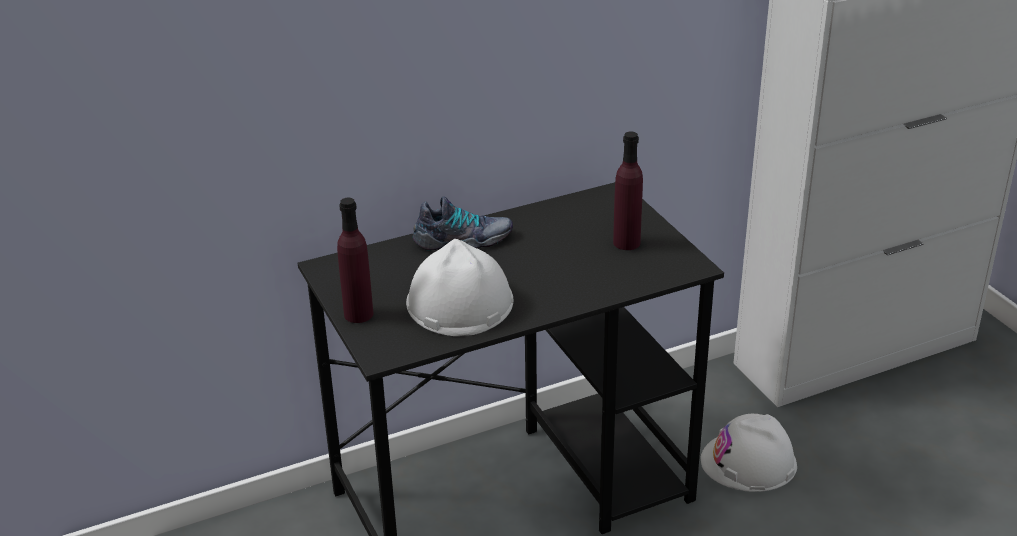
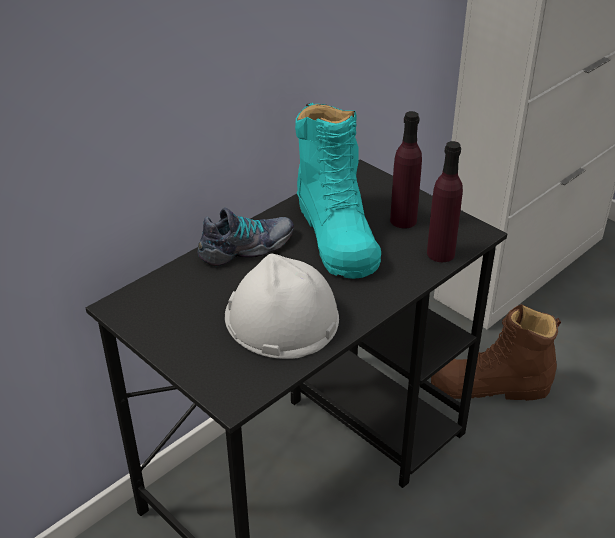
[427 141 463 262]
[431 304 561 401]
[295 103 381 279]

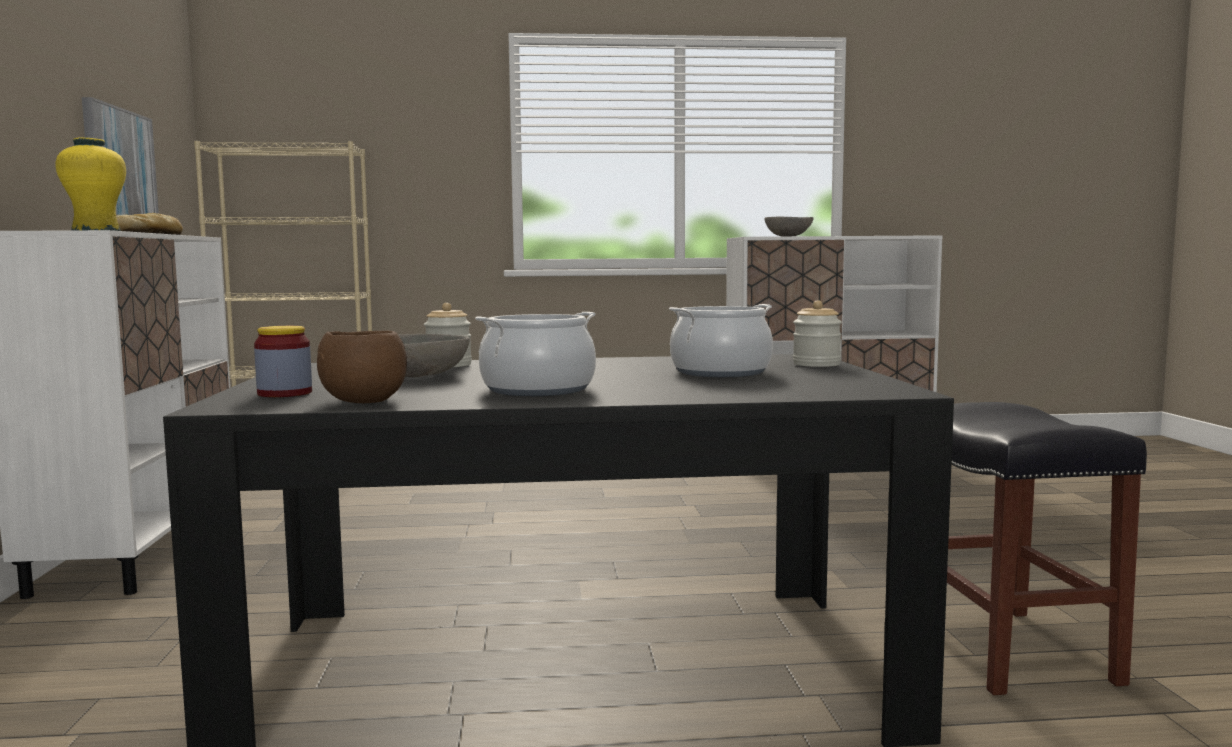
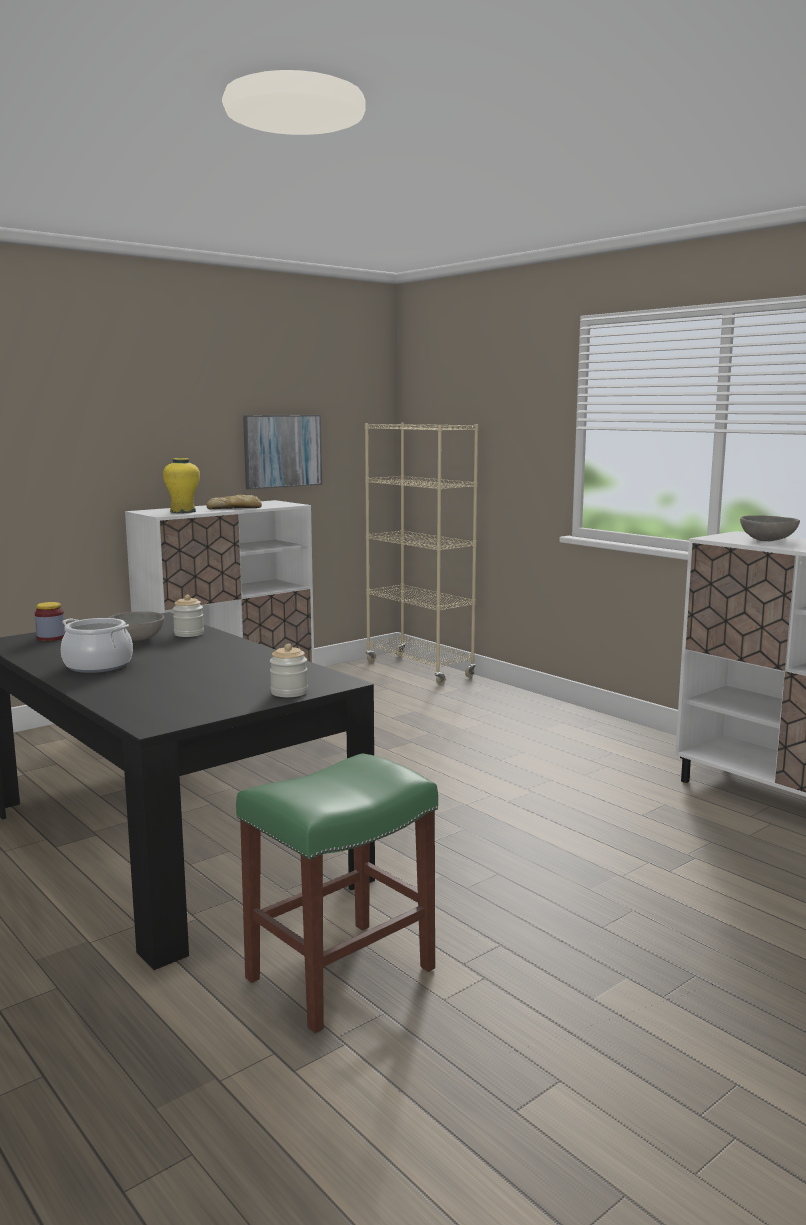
[317 331 407 403] (first image)
[669 304 773 377] (first image)
[236 753 438 1033]

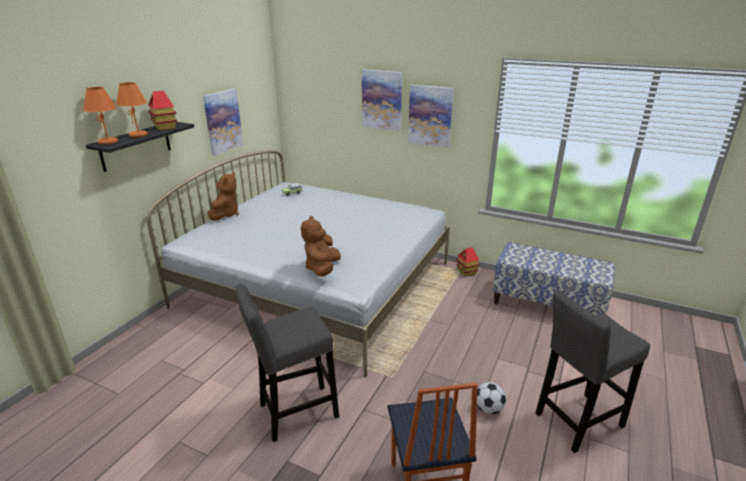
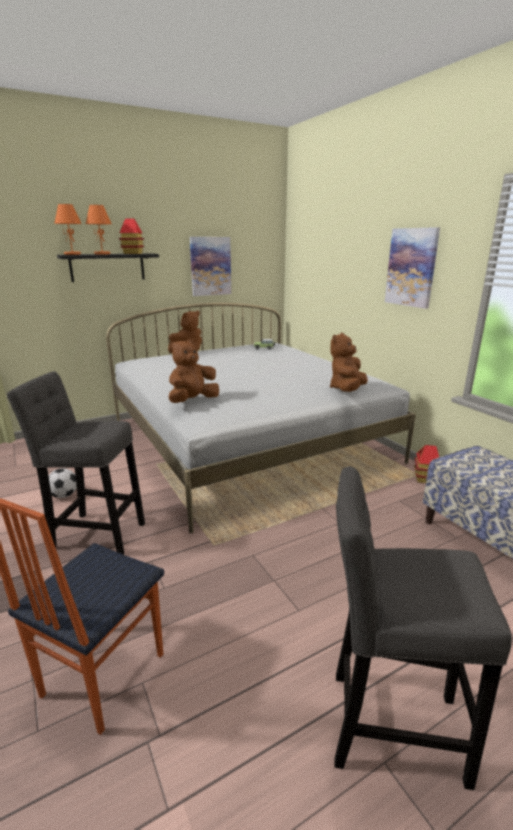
[362 70 402 131] (first image)
[49 468 77 498]
[330 333 368 392]

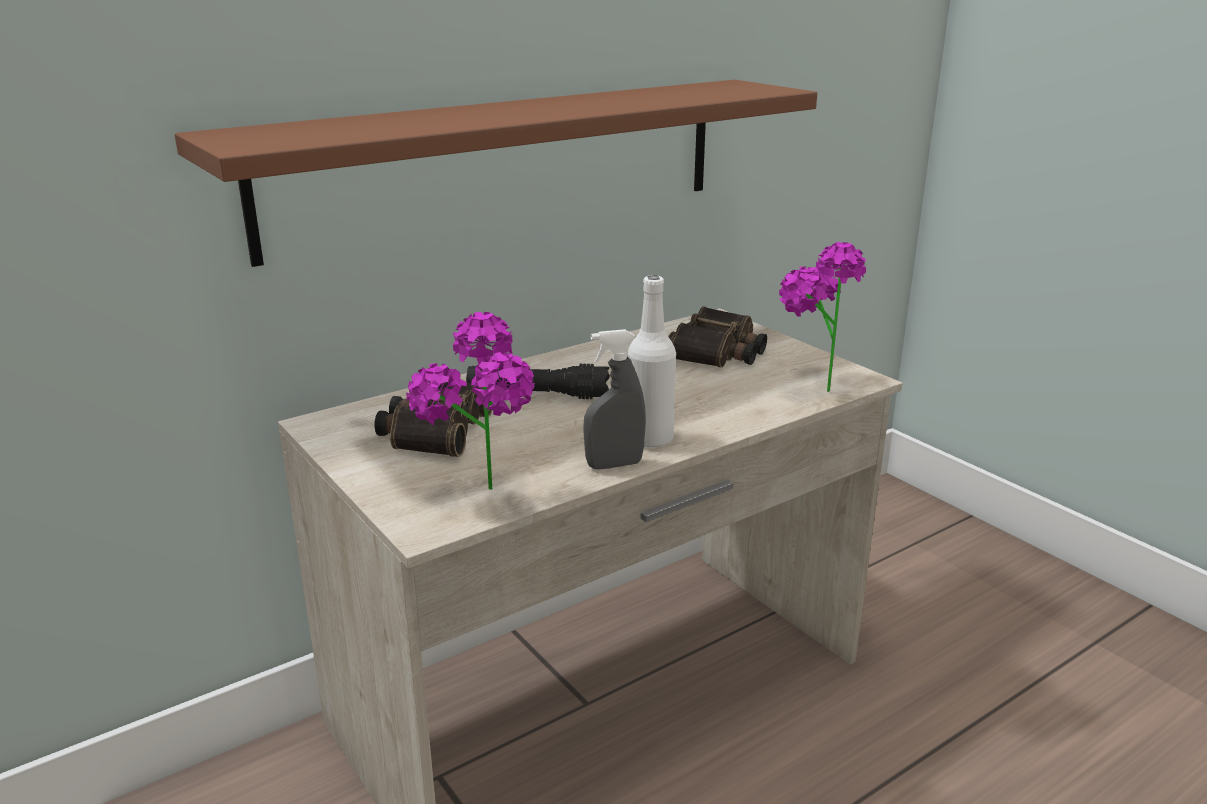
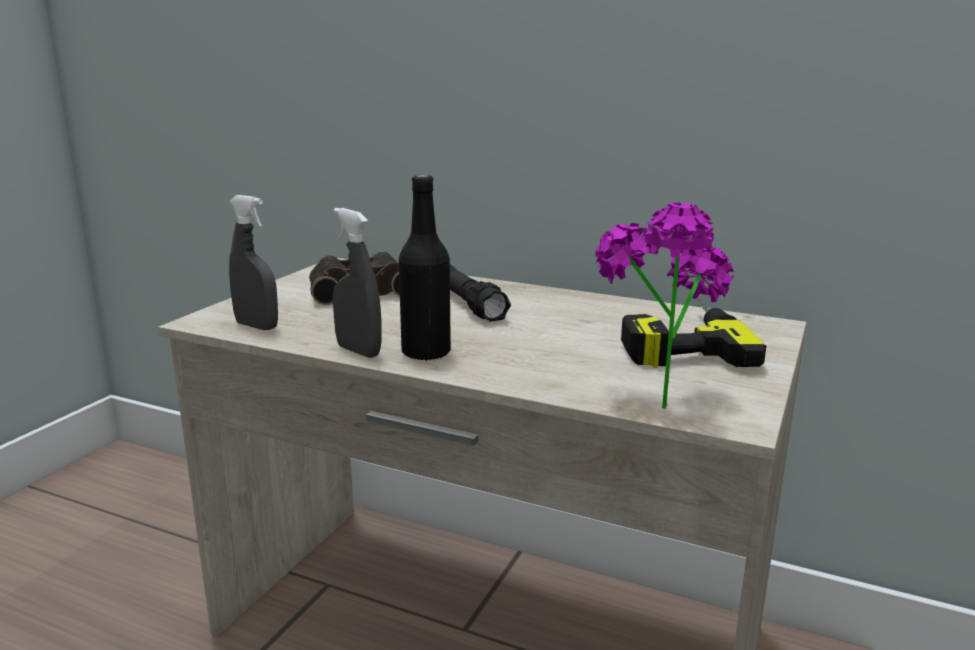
[175 80 817 267] (first image)
[229 195 278 330]
[399 175 451 361]
[621 298 766 368]

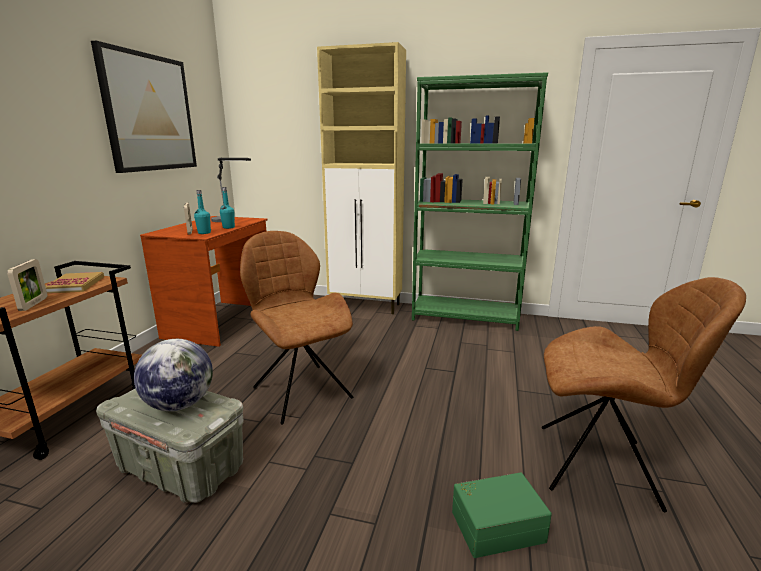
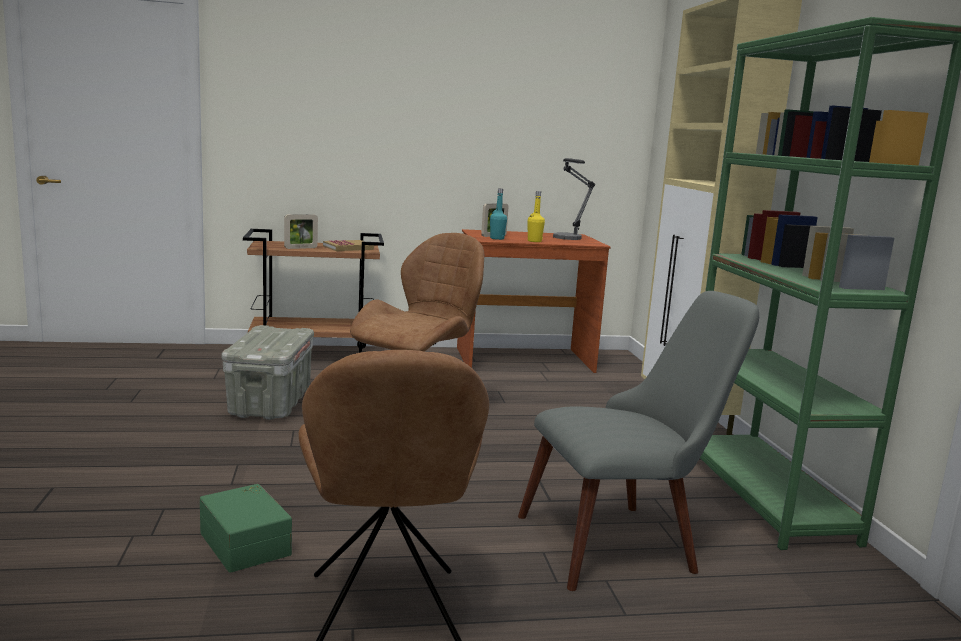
[91 41 197 173] (first image)
[134 339 213 411] (first image)
[528 191 545 242]
[518 291 759 591]

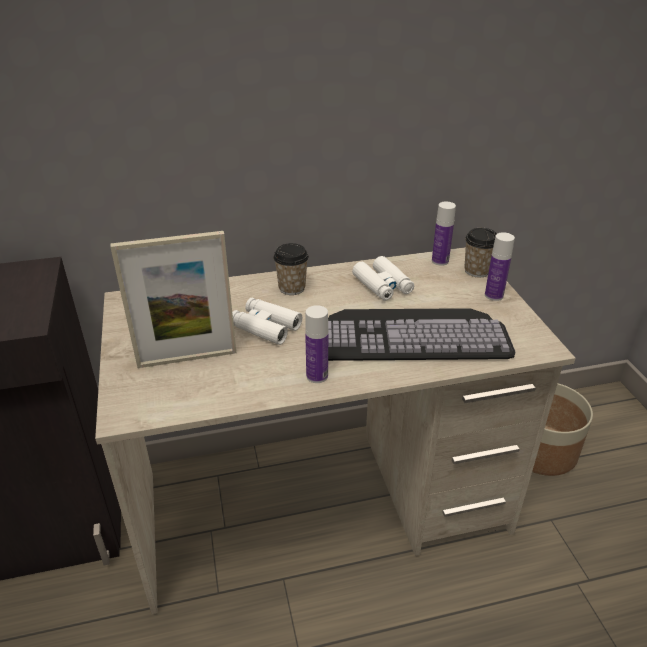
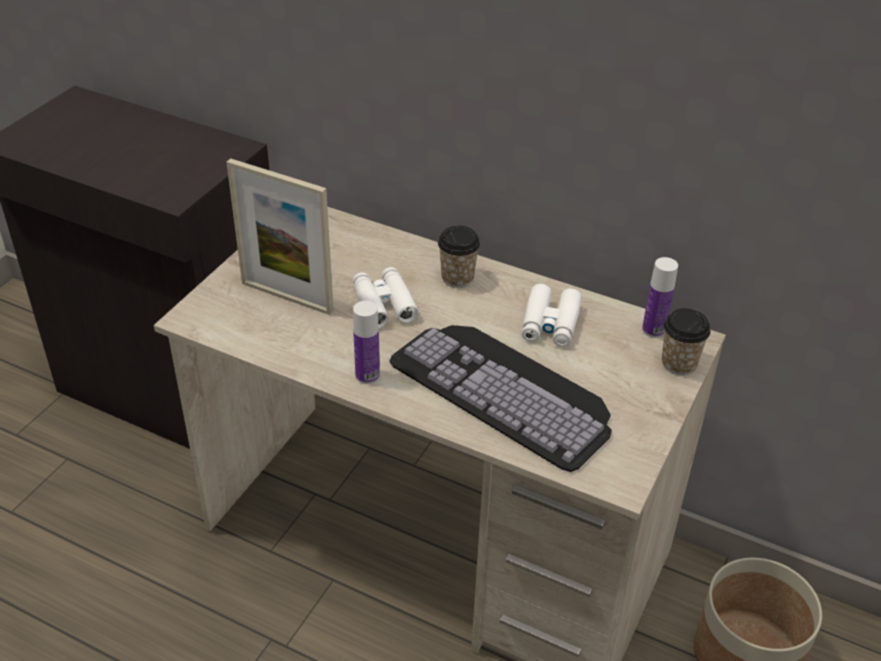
[485 232 515 301] (first image)

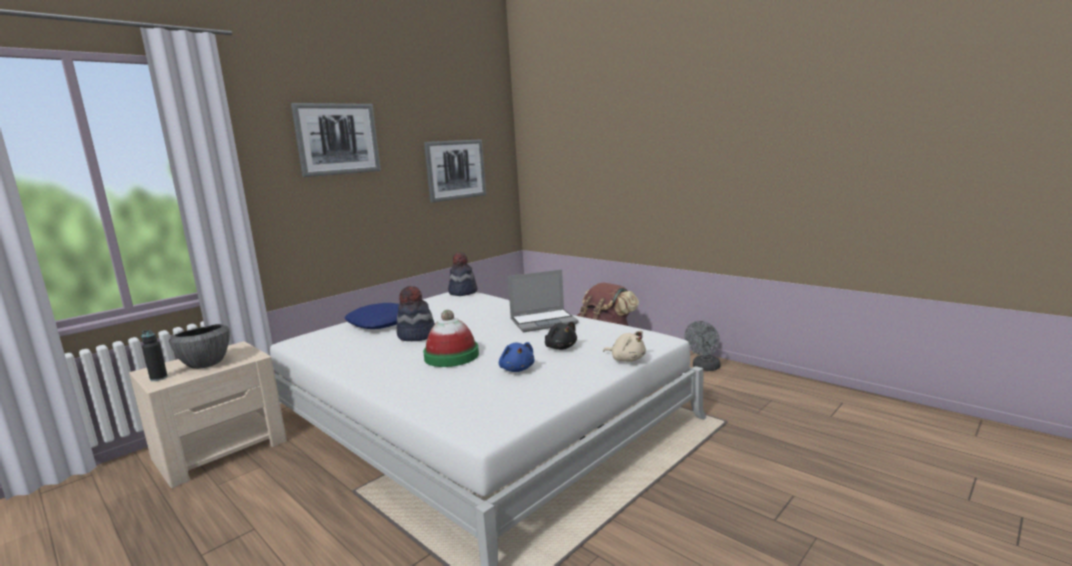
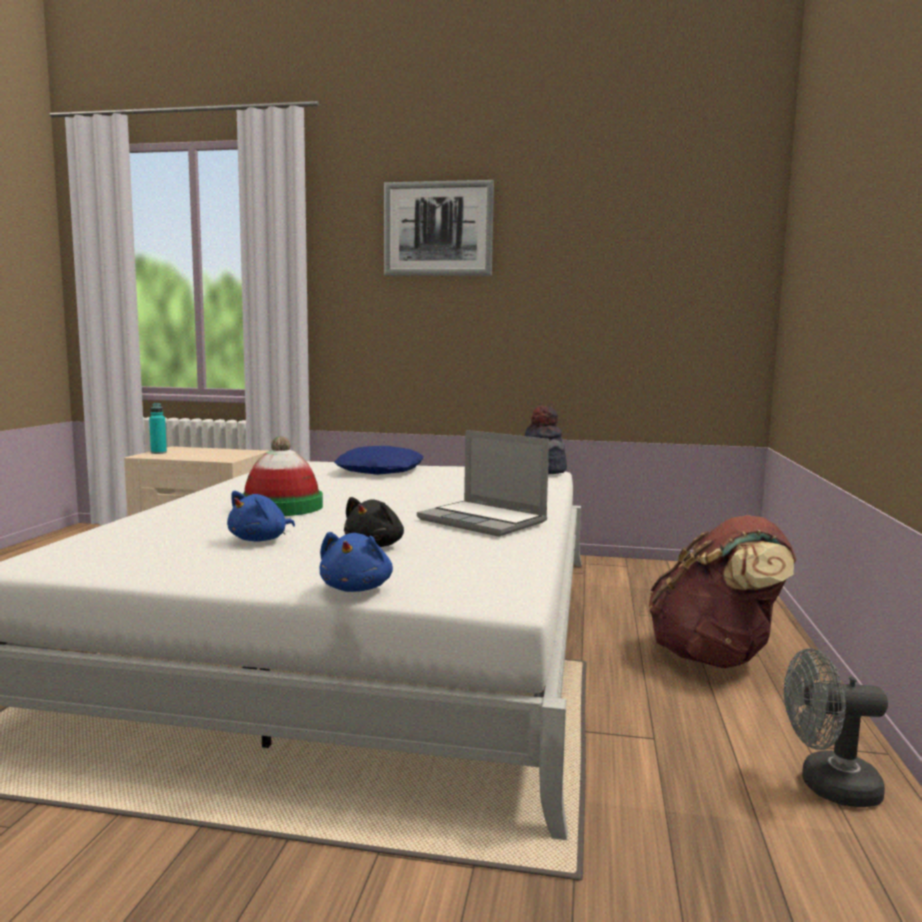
[149 403 167 454]
[169 324 230 369] (first image)
[396 286 435 341] (first image)
[424 139 486 203] (first image)
[320 532 393 592]

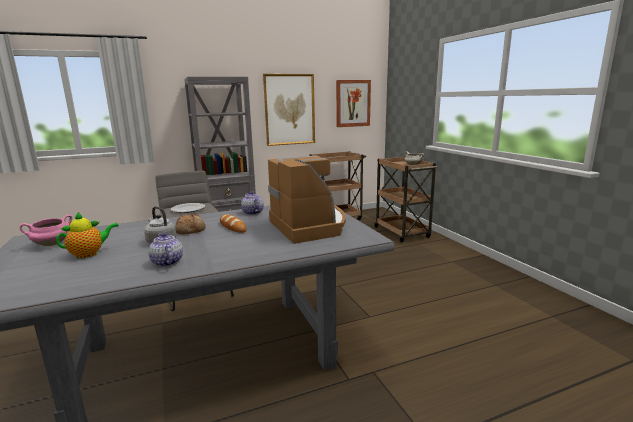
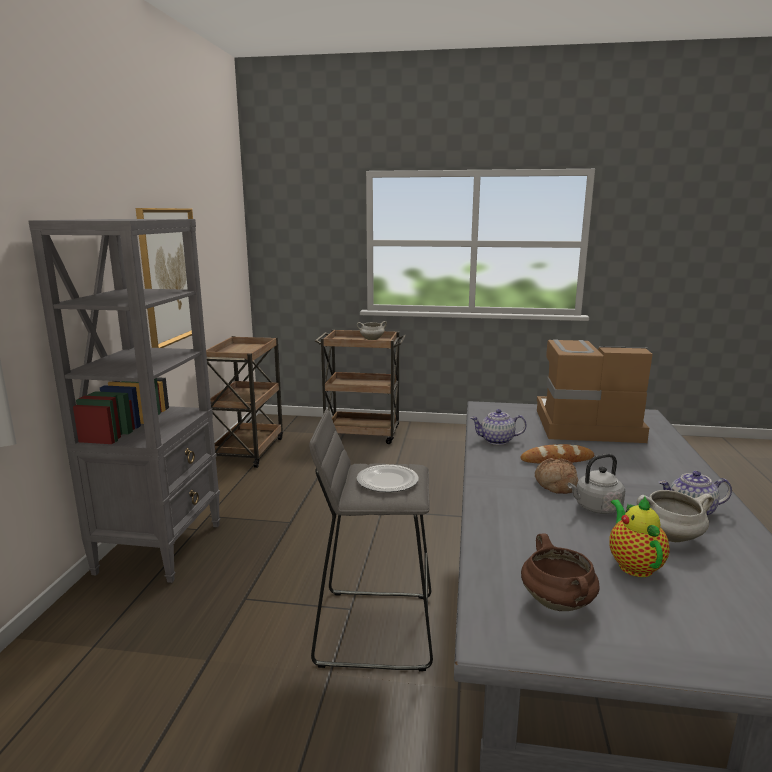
[521 533 599 611]
[336 80 371 127] (first image)
[637 490 714 542]

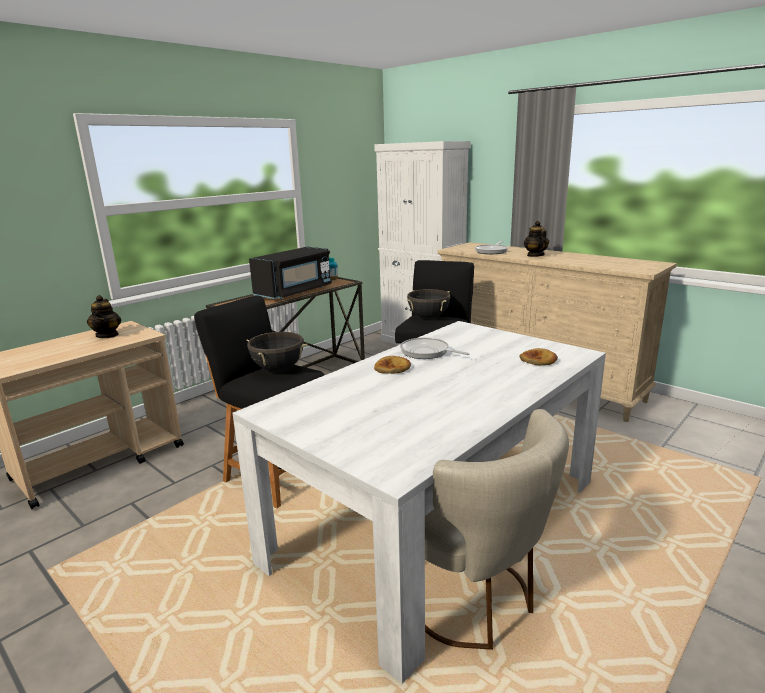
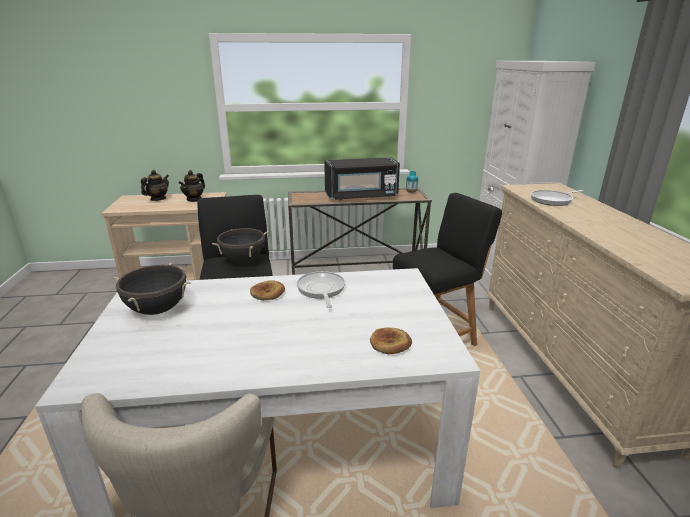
[114 263 191 315]
[141 170 169 201]

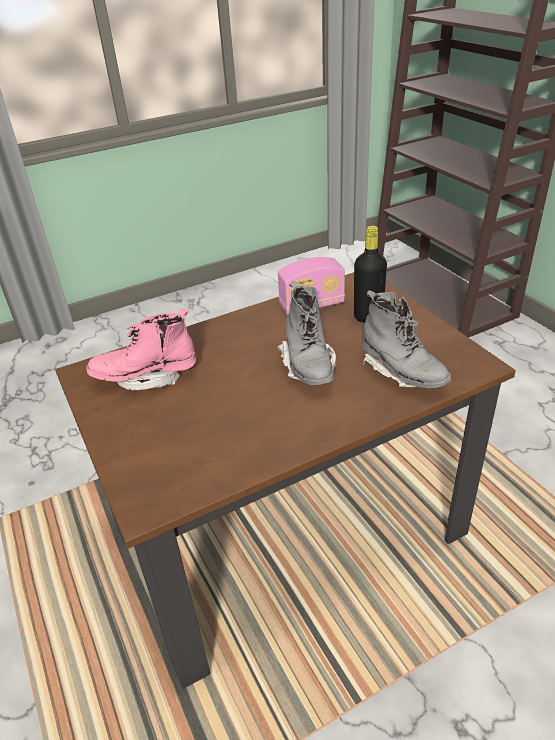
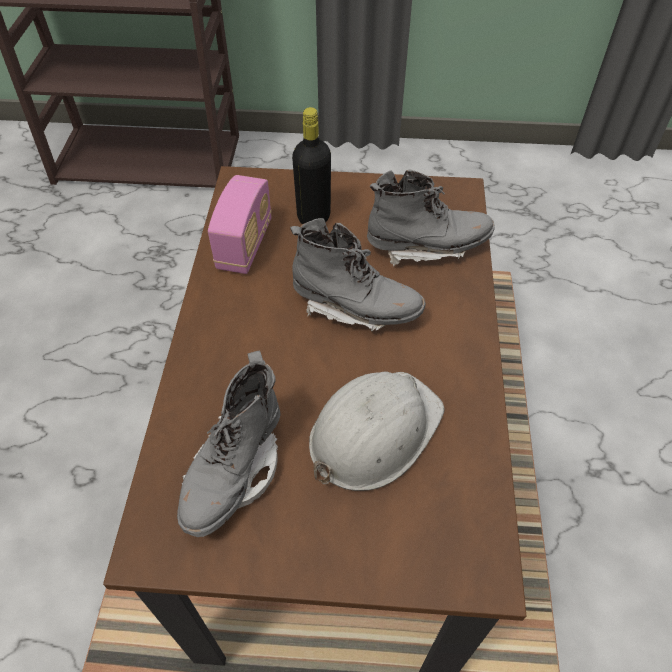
[177 351 280 537]
[309 371 444 491]

